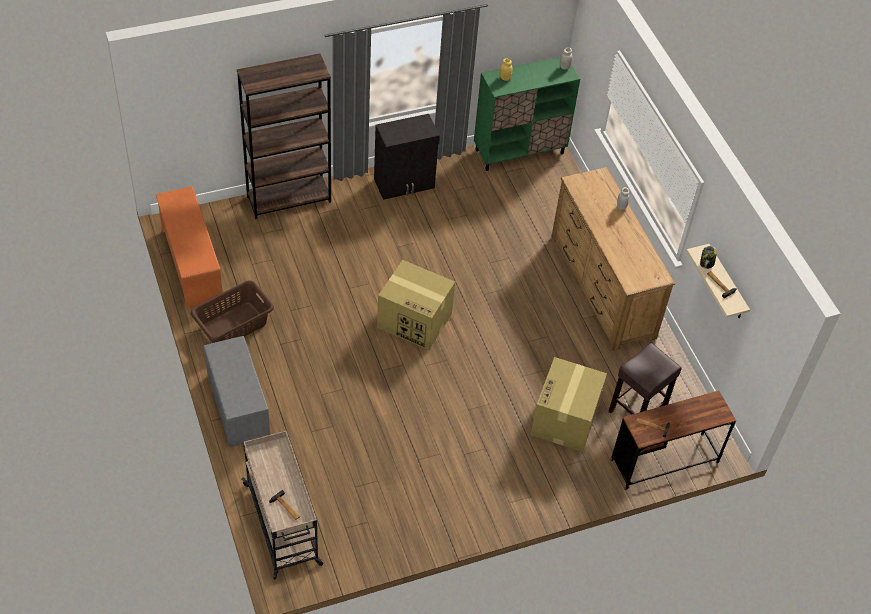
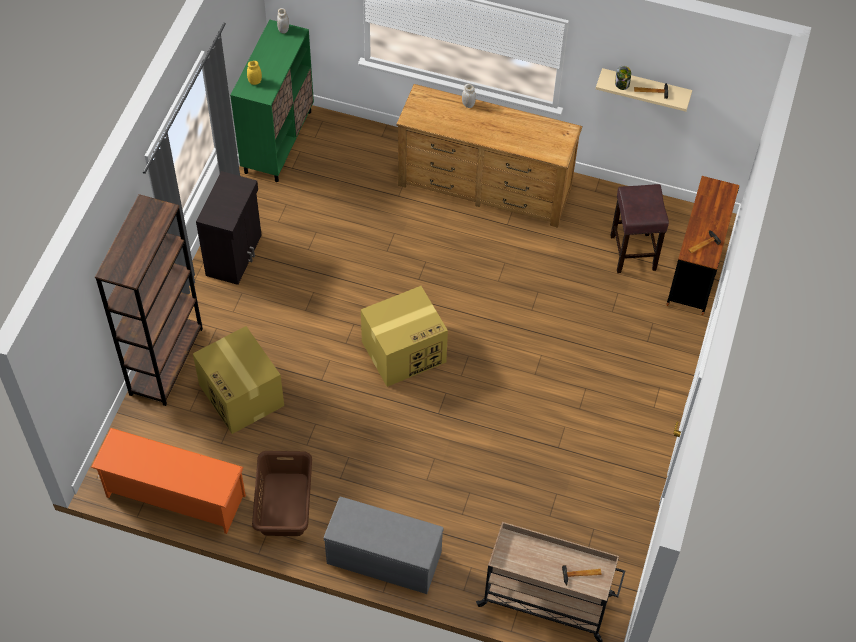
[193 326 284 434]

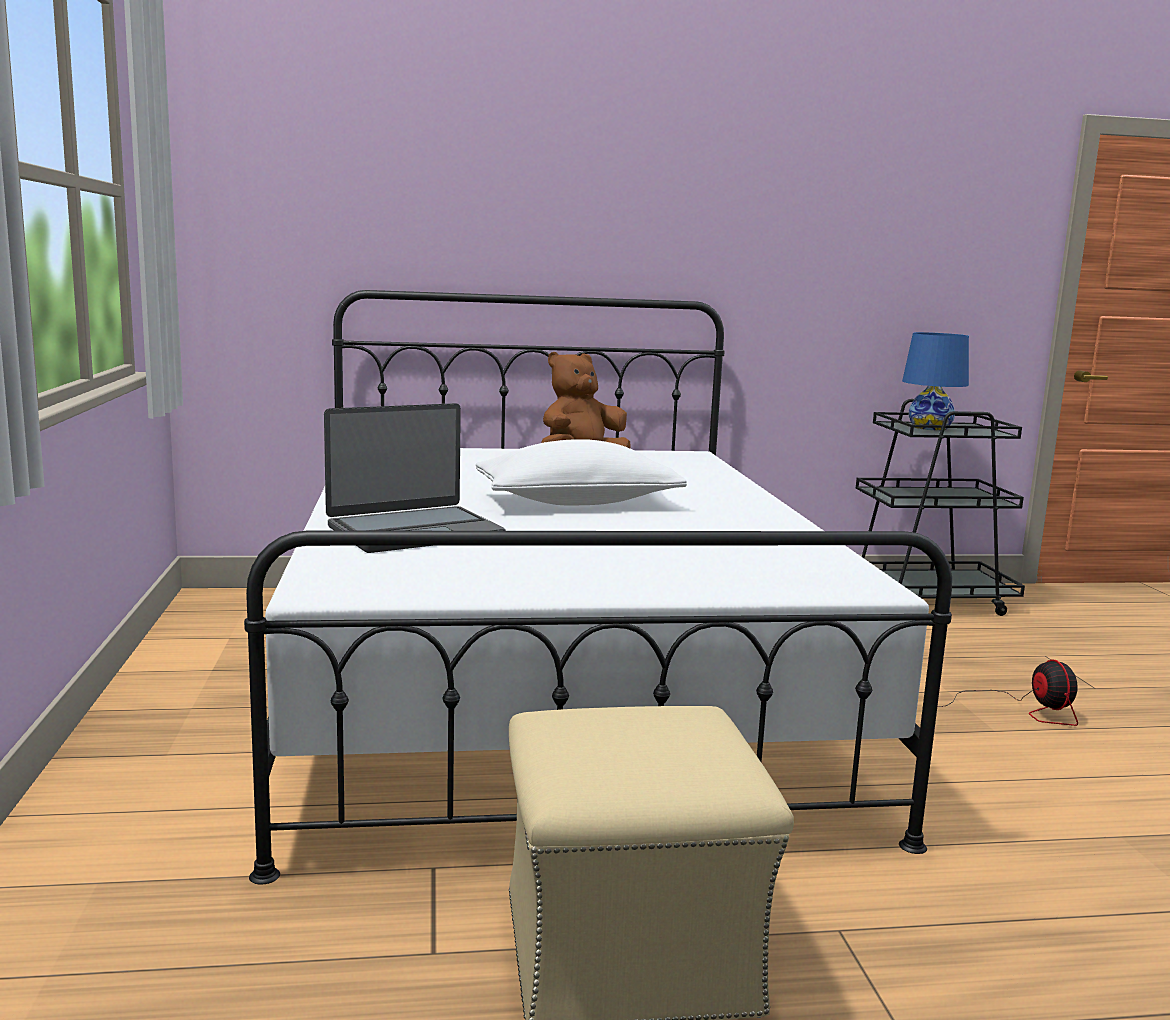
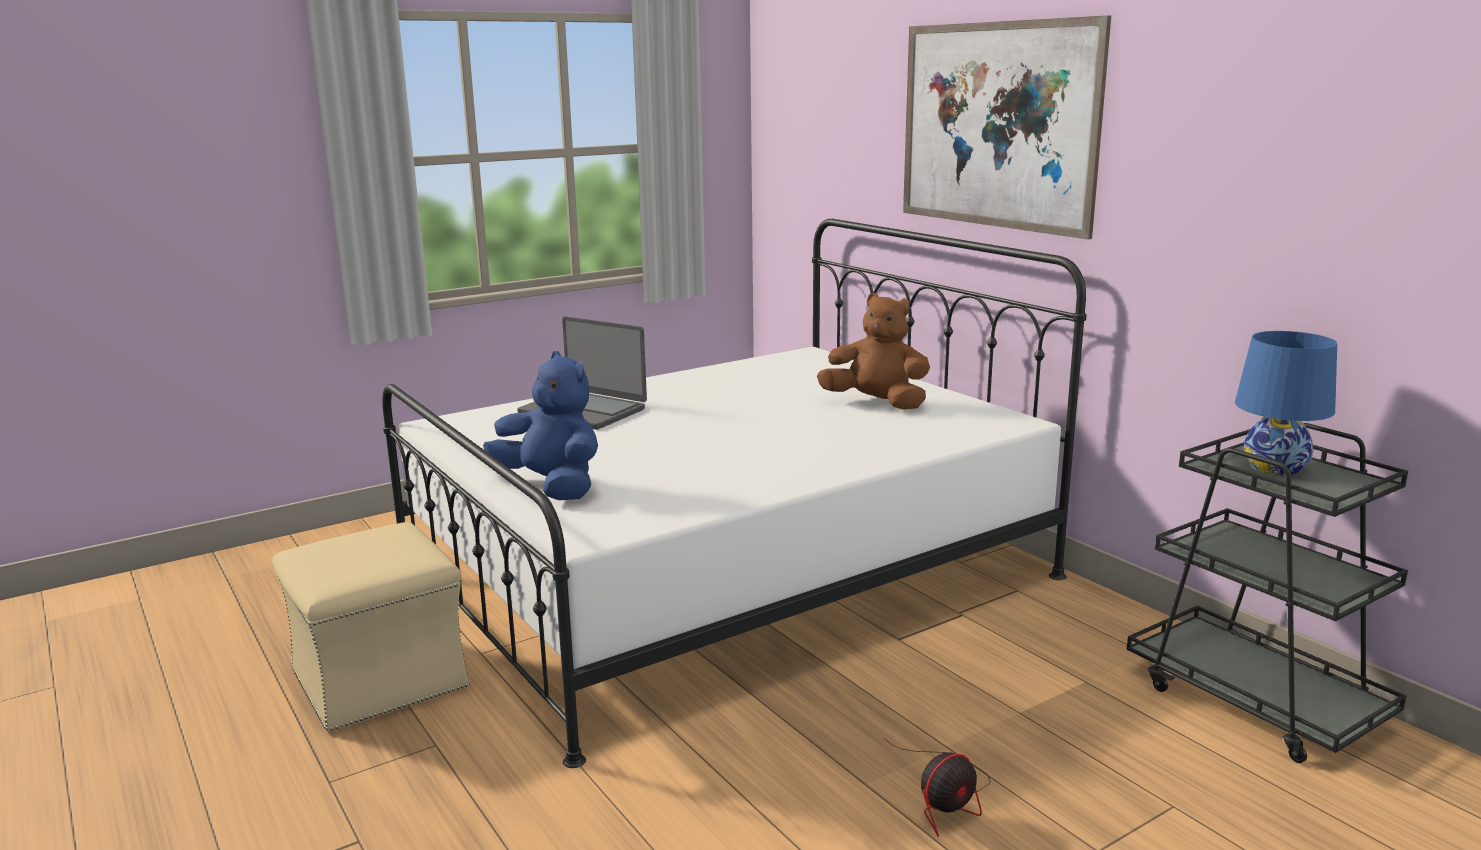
[475 439 687 506] (first image)
[483 351 598 500]
[903 15 1111 240]

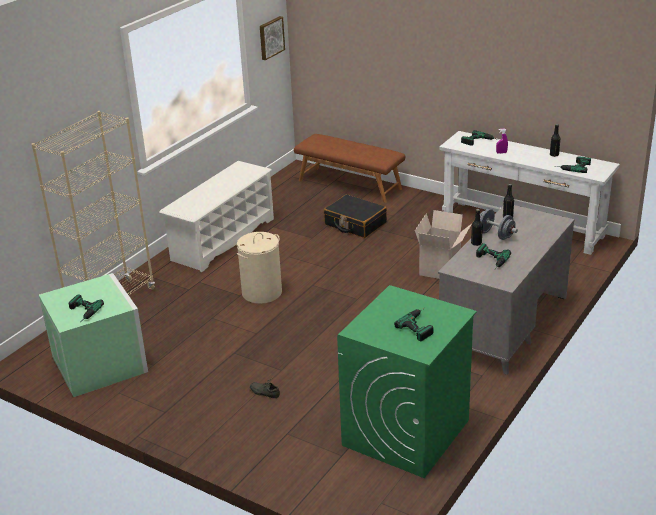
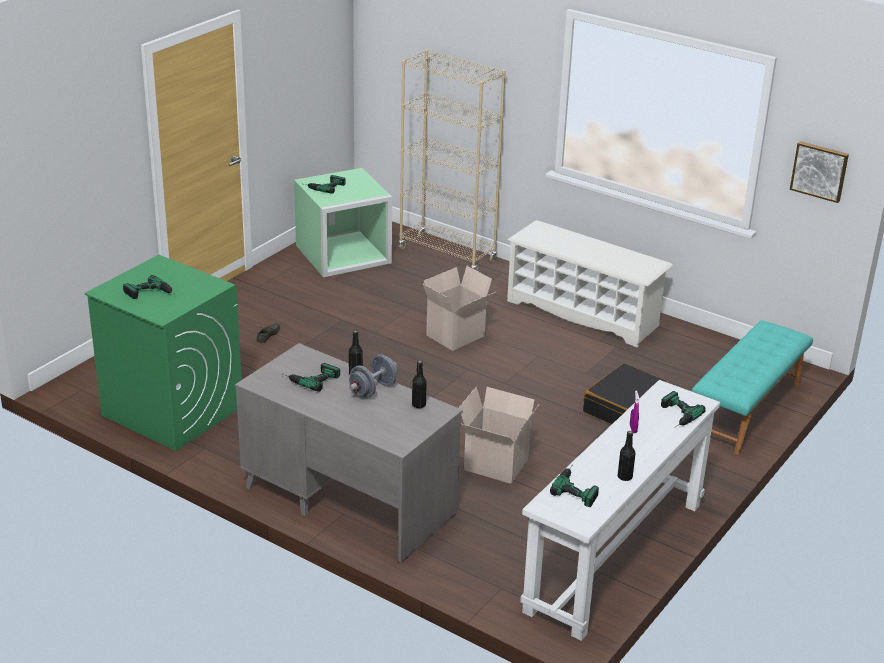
[423 266 495 351]
[692 321 813 455]

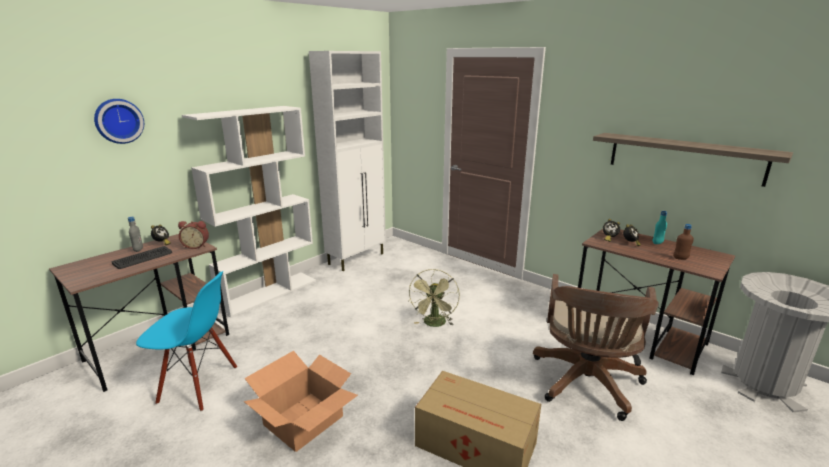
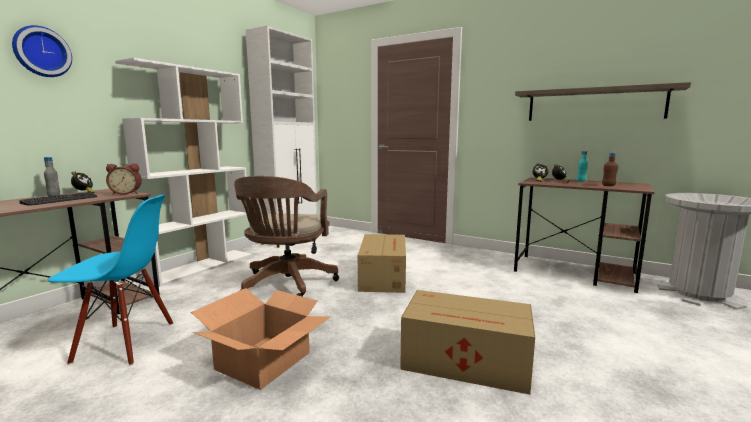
[358 234 406 293]
[234 176 339 297]

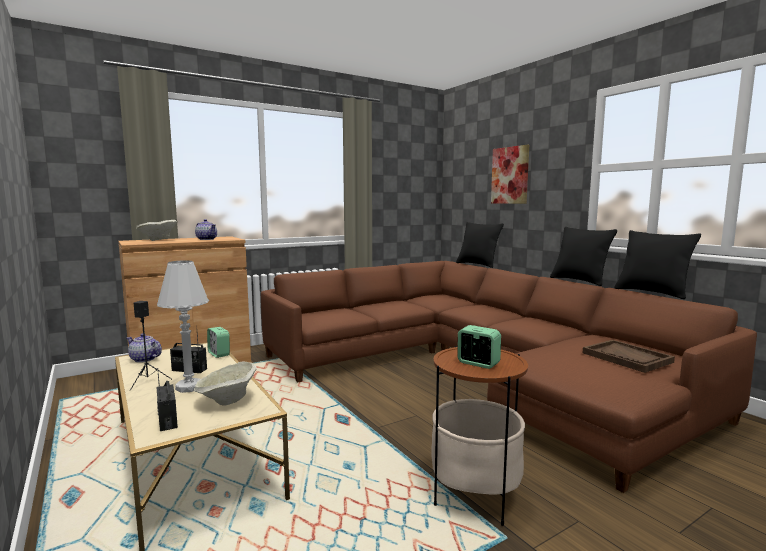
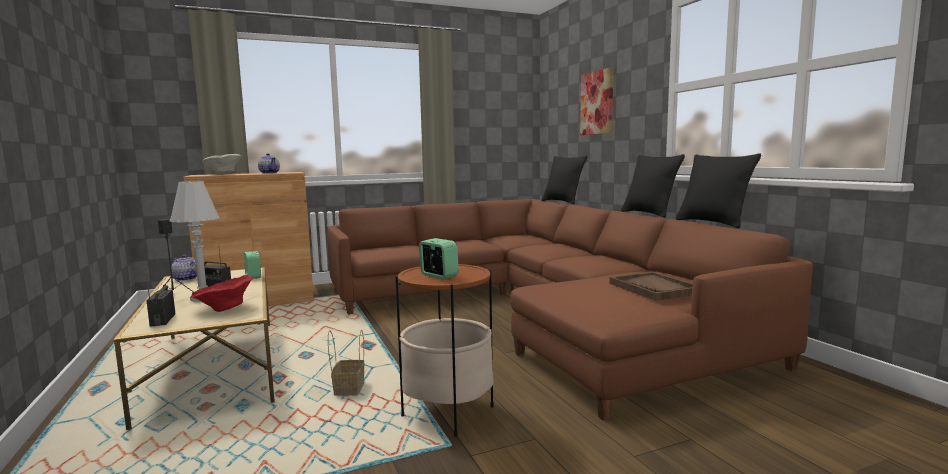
[191 275 253 312]
[328 330 364 396]

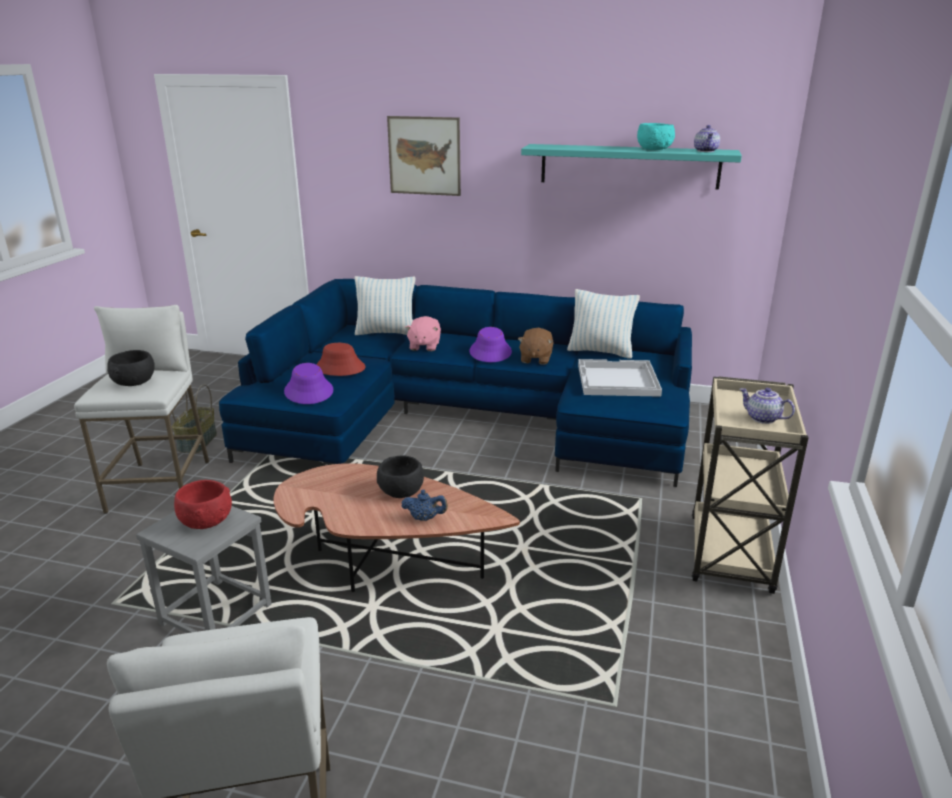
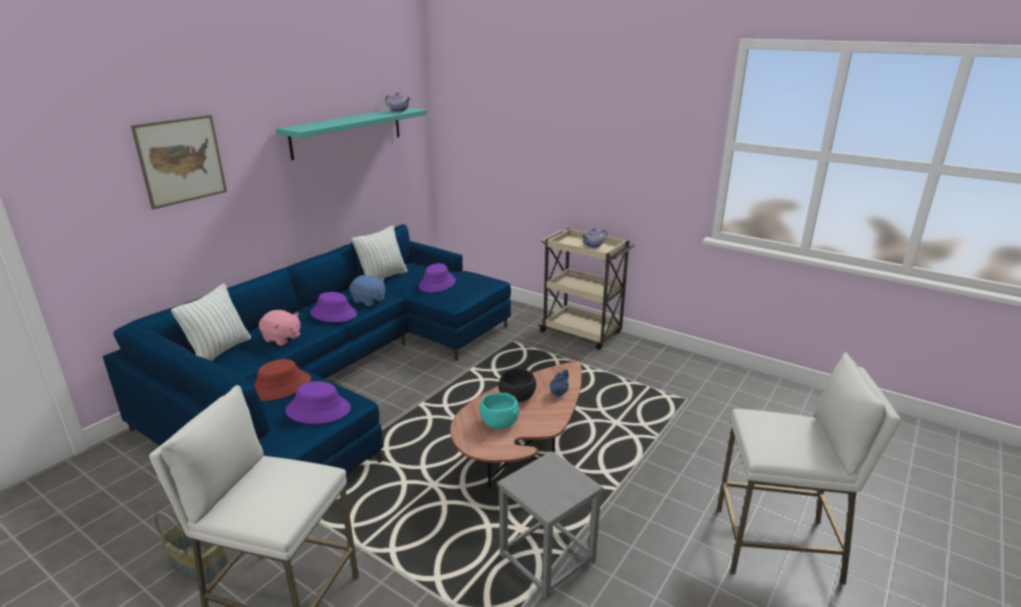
[107 350 155 386] (first image)
[174 480 232 529] (first image)
[350 275 385 306]
[419 263 456 293]
[479 393 520 429]

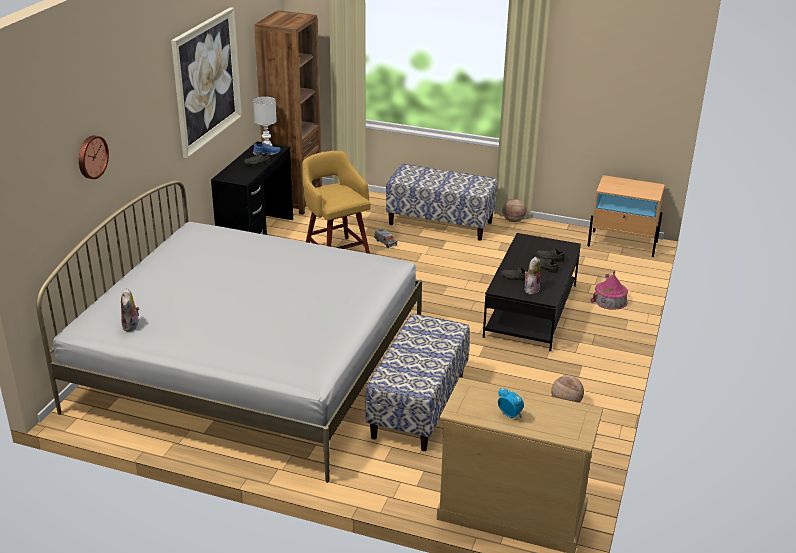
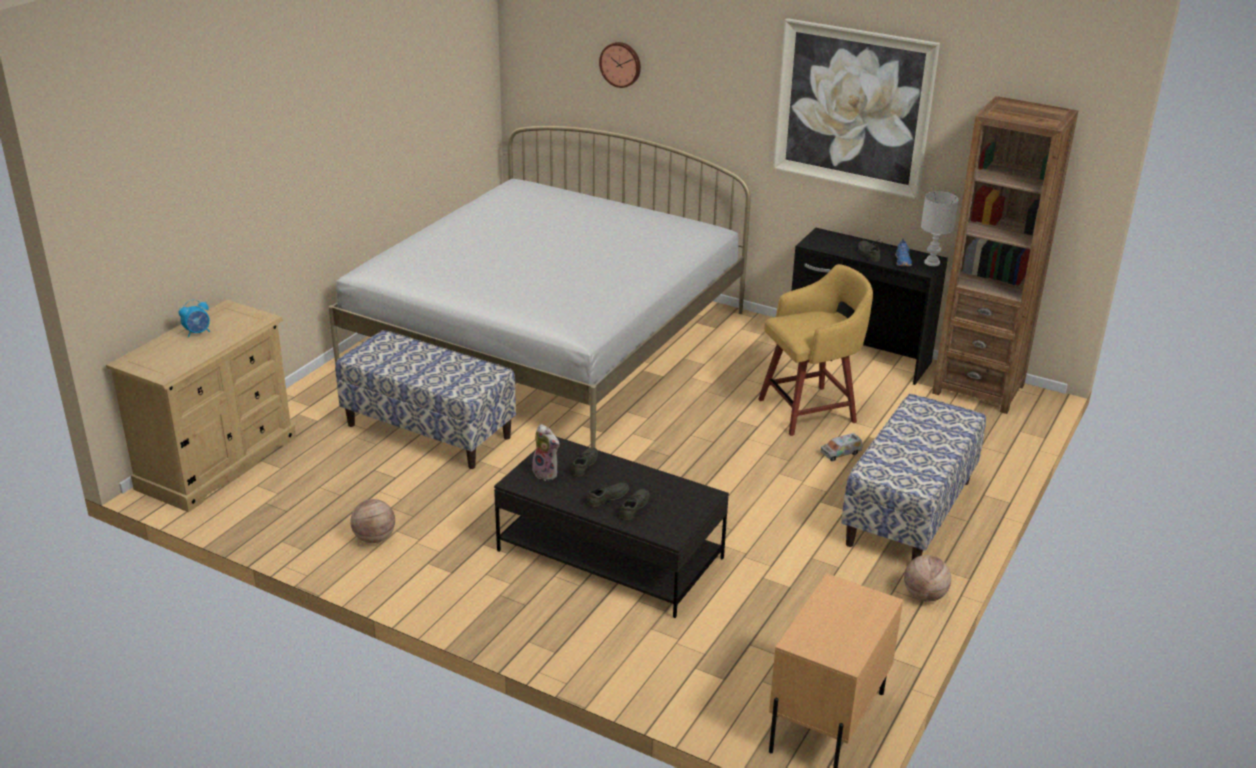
[121 288 140 332] (first image)
[590 271 628 310] (first image)

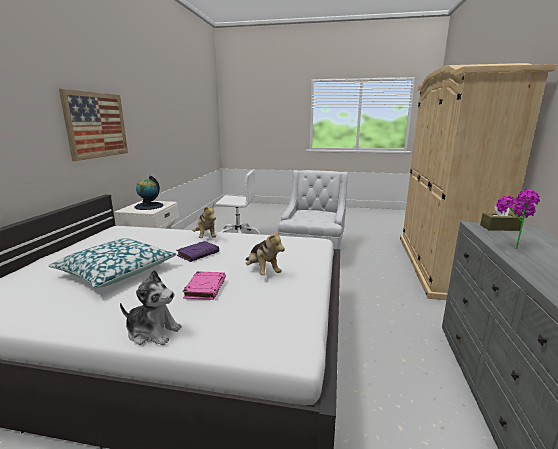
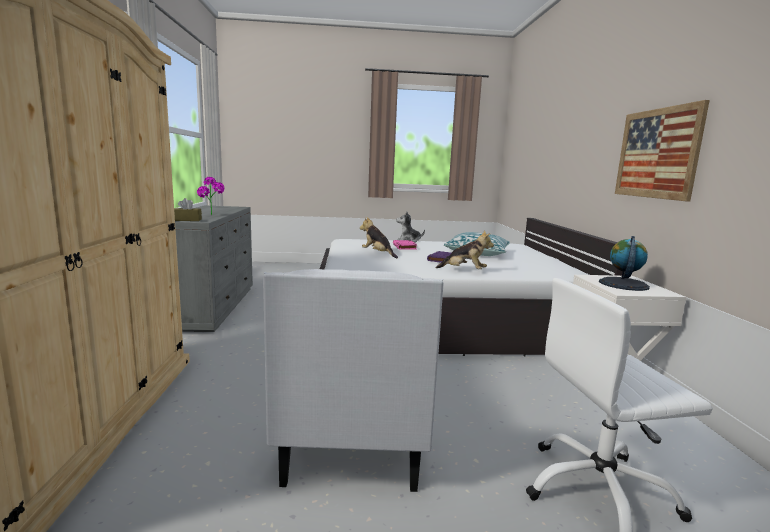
[436 230 494 269]

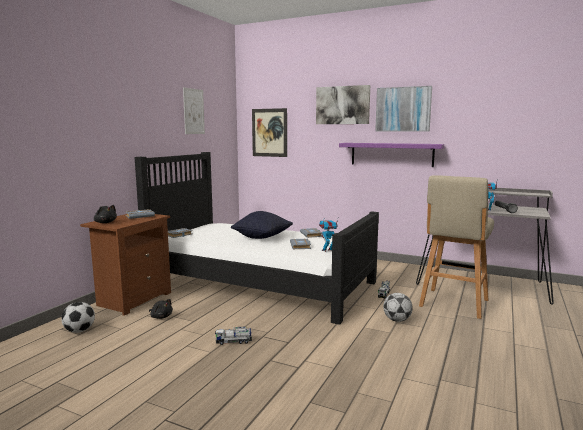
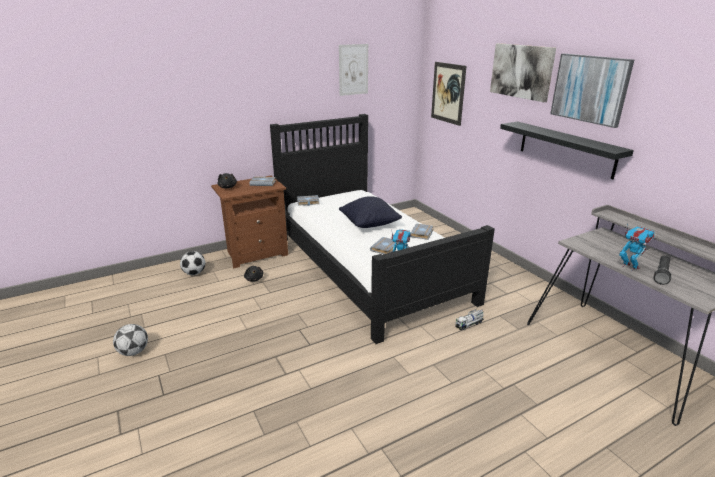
[215 326 252 345] (first image)
[500 122 634 179]
[113 324 148 356]
[419 175 494 319] (first image)

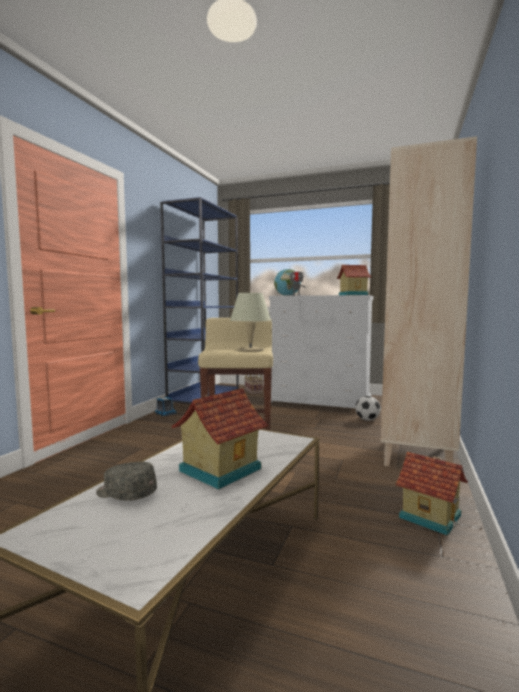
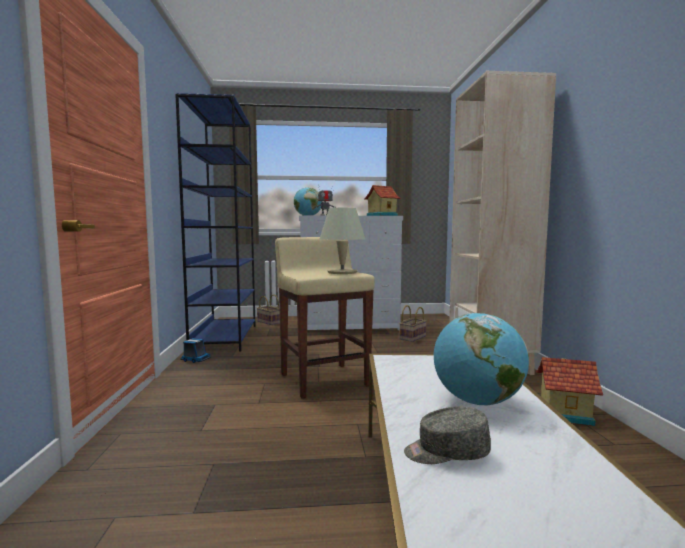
[434 313 529 406]
[399 305 427 342]

